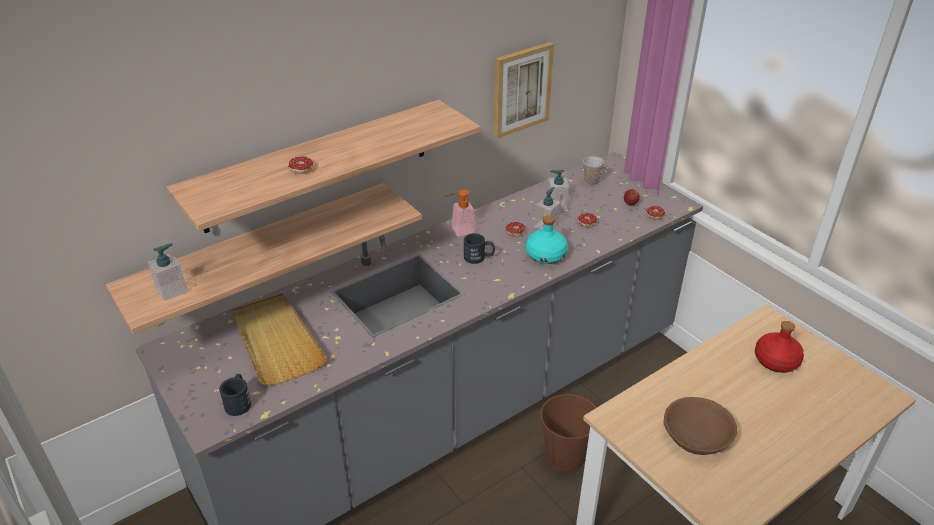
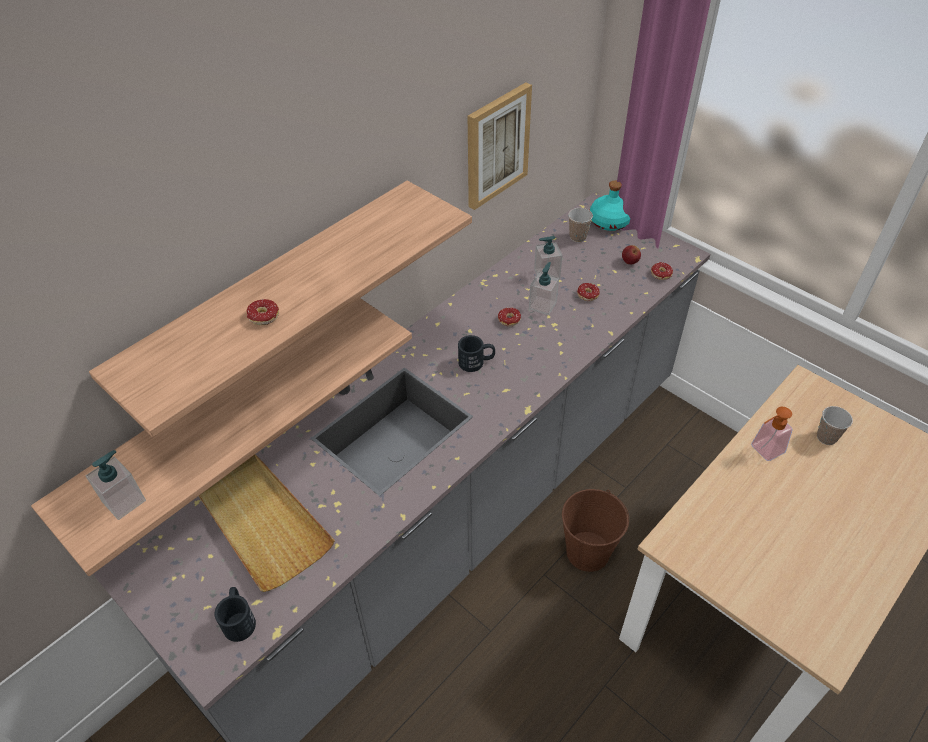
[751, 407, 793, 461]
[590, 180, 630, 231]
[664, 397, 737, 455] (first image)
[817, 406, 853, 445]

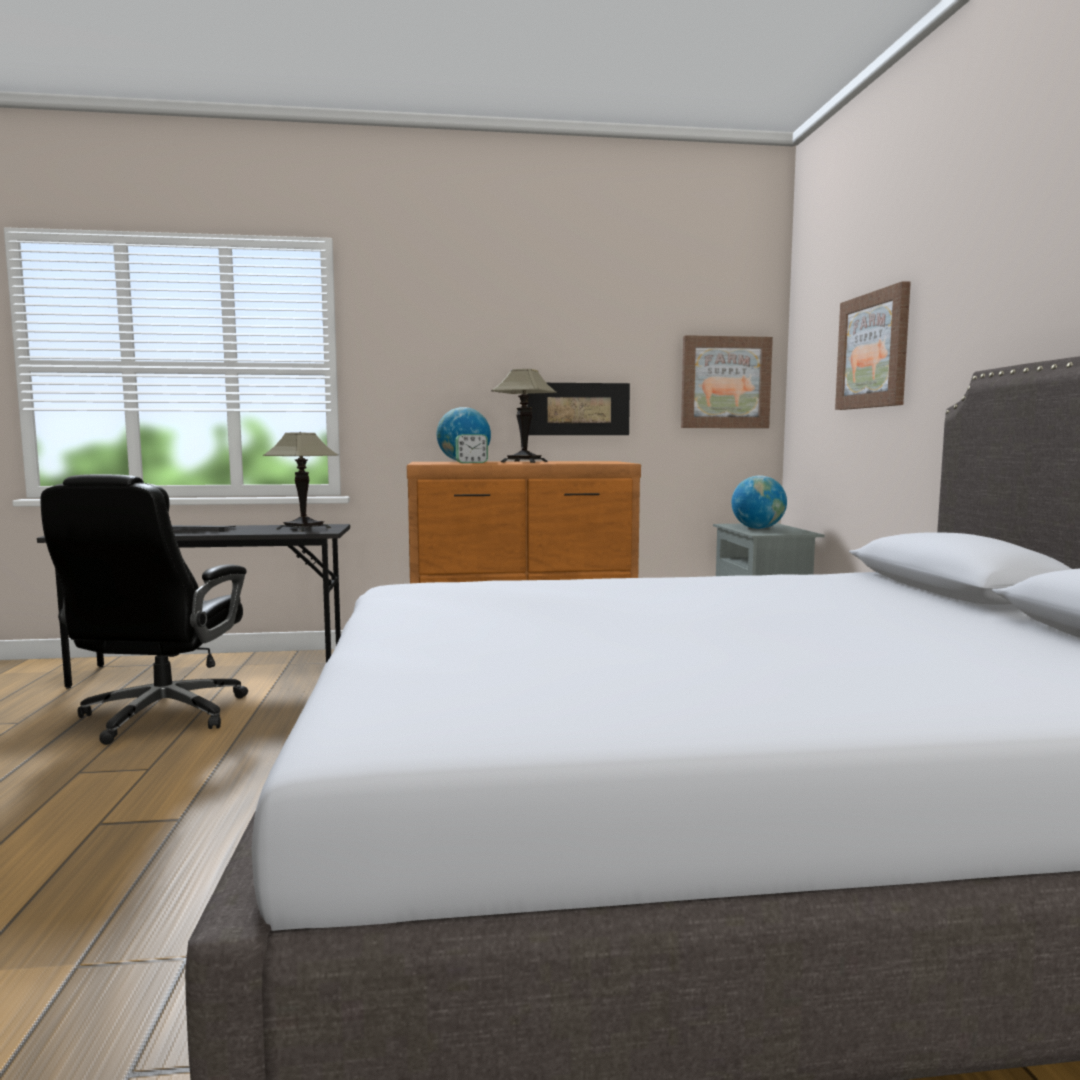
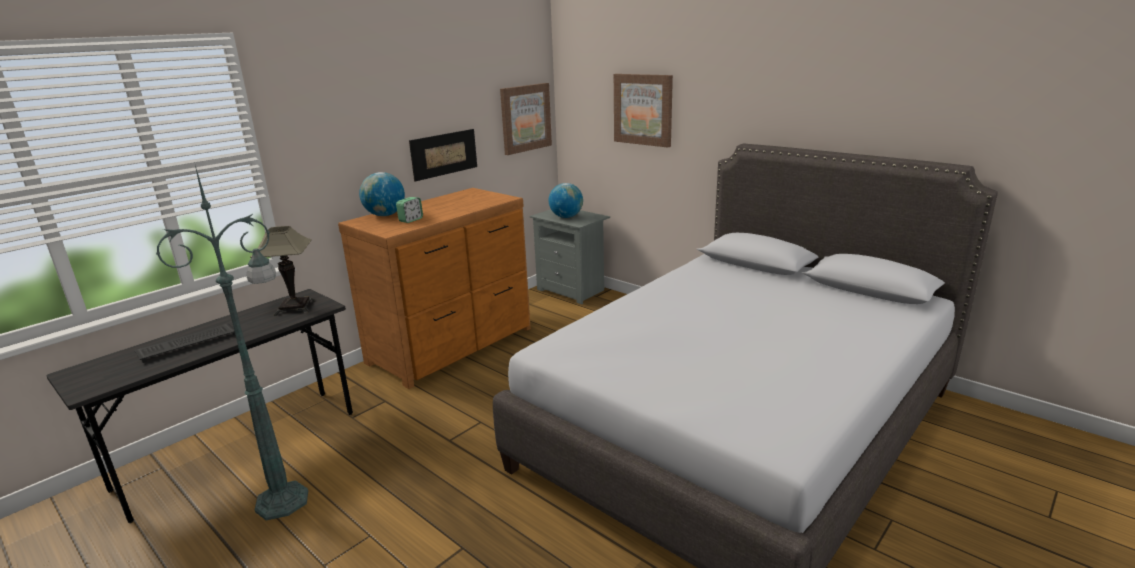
[156, 162, 308, 521]
[491, 369, 557, 463] (first image)

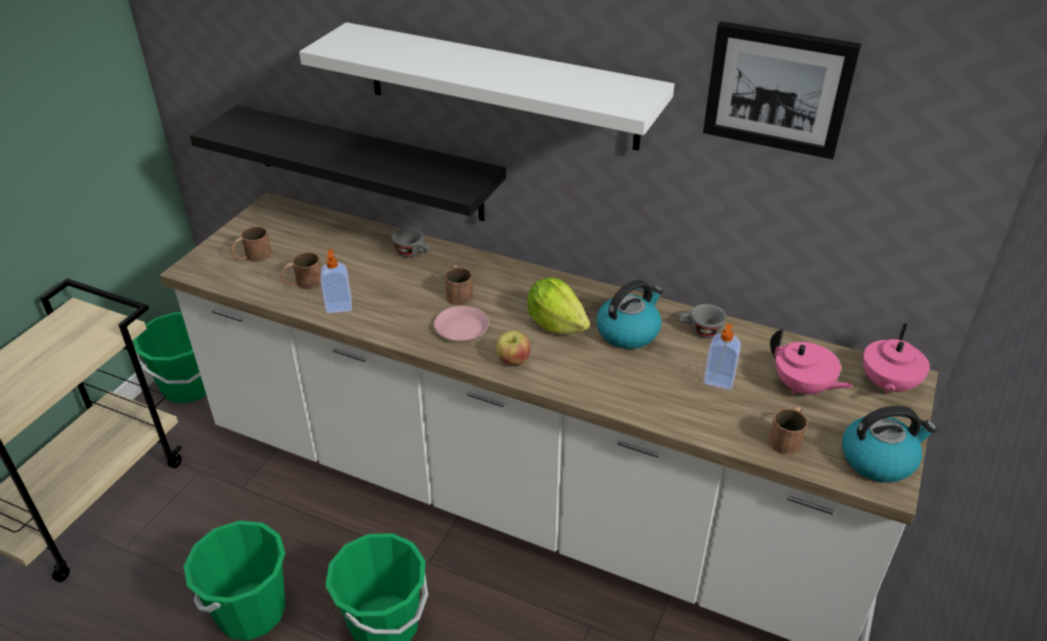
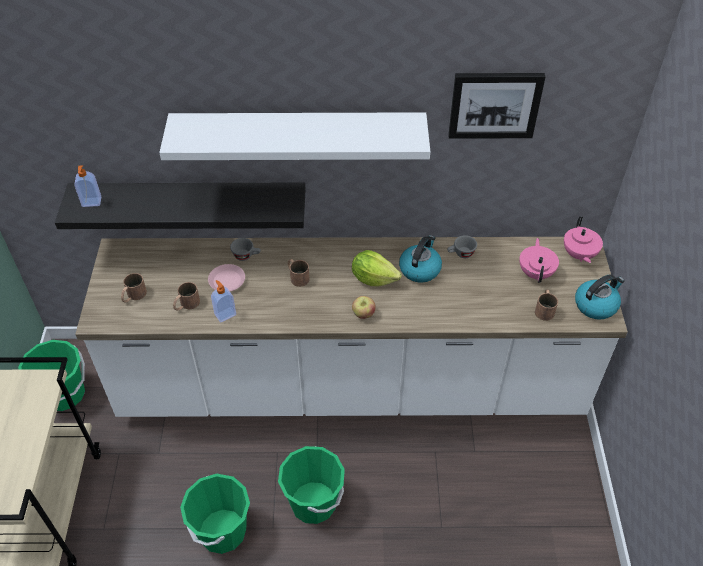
[208, 264, 245, 291]
[74, 165, 101, 207]
[519, 238, 559, 283]

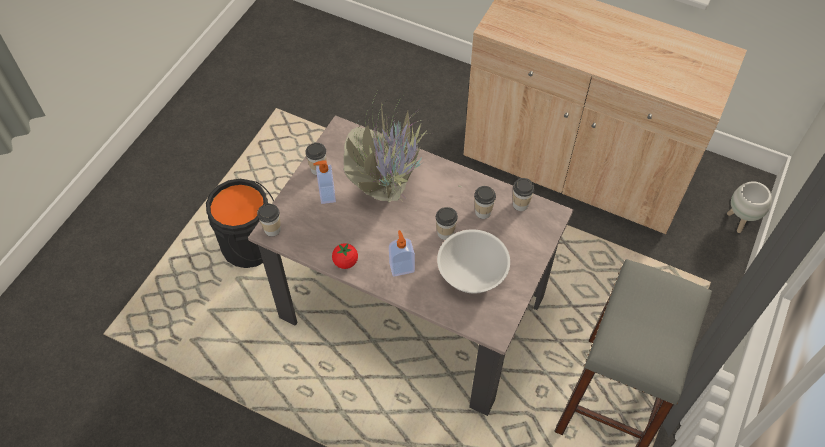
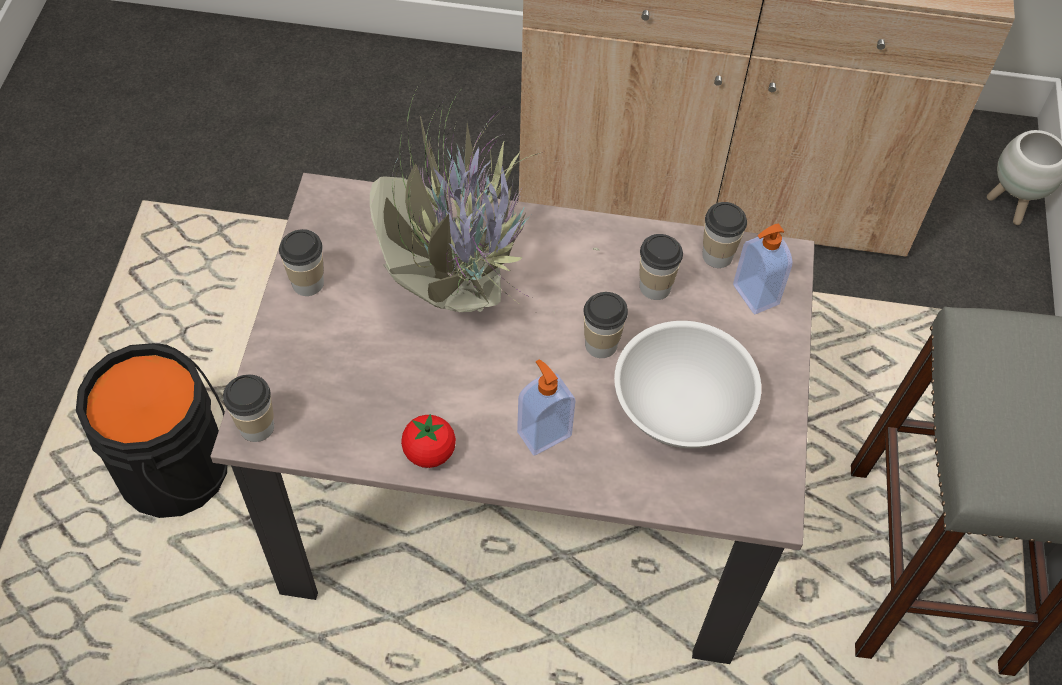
[733, 223, 792, 314]

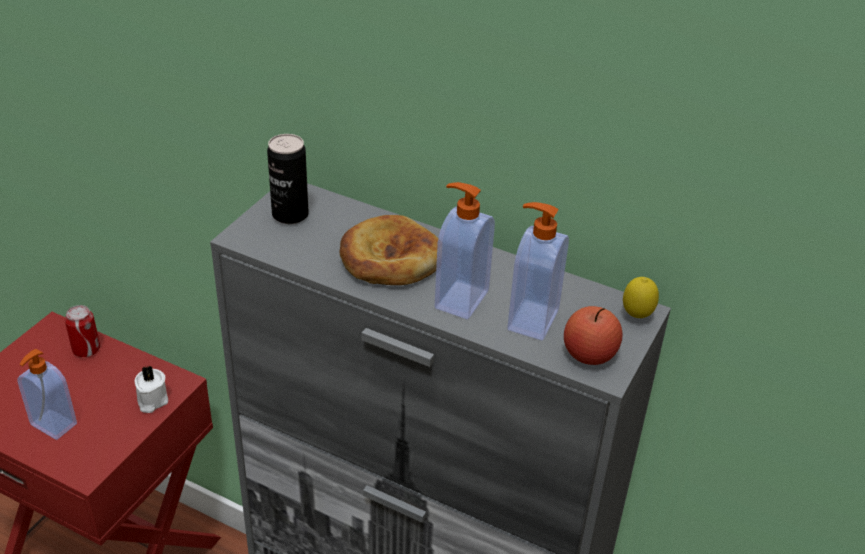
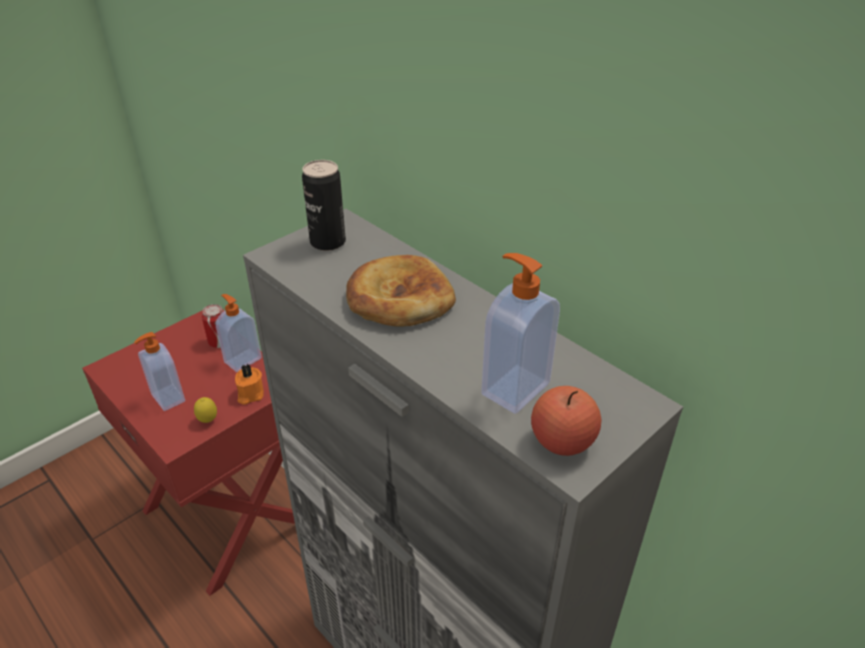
[235, 364, 264, 405]
[216, 294, 262, 372]
[194, 397, 217, 423]

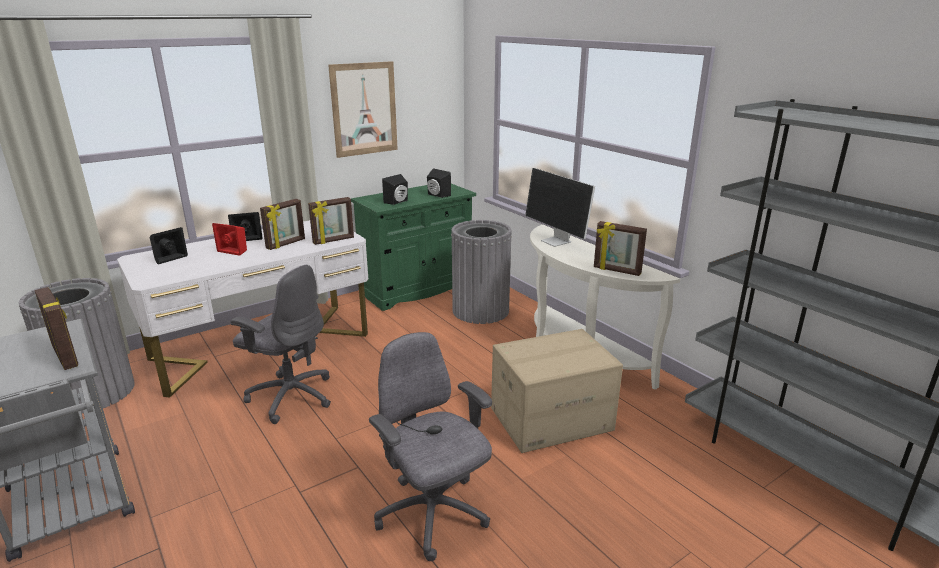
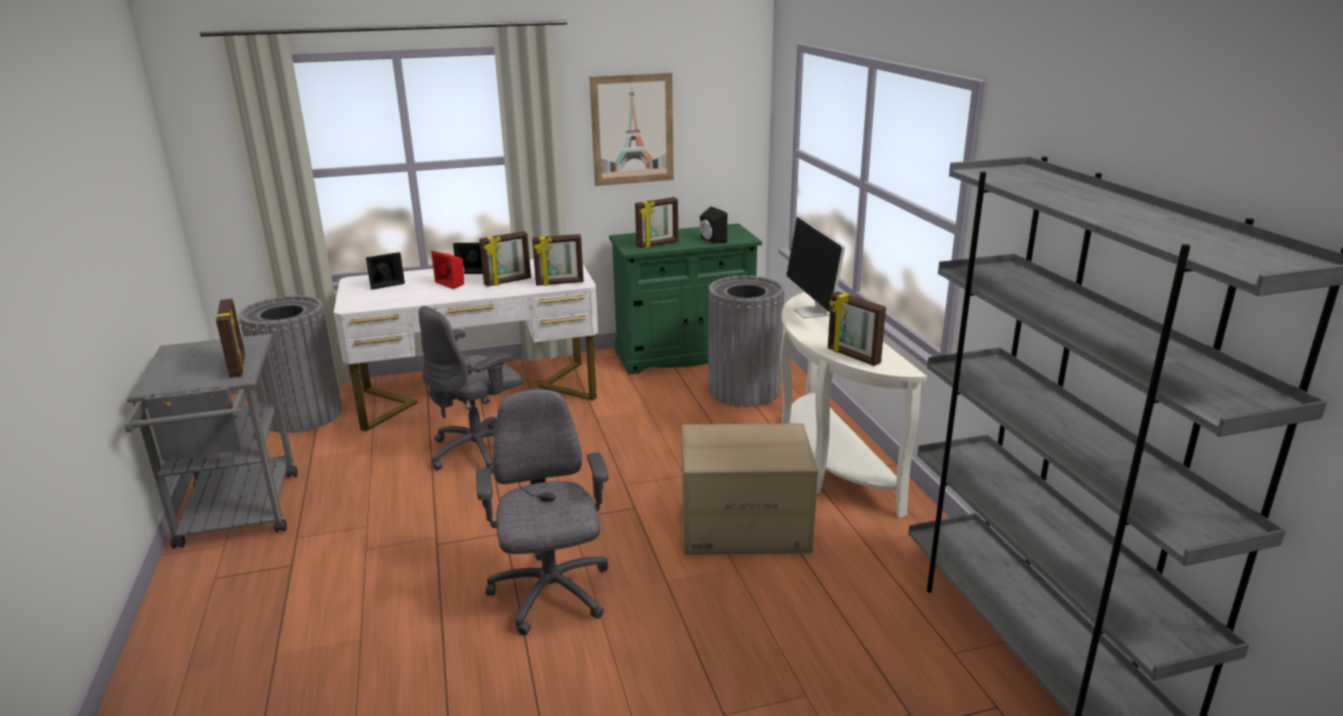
[419, 306, 522, 474]
[635, 197, 678, 248]

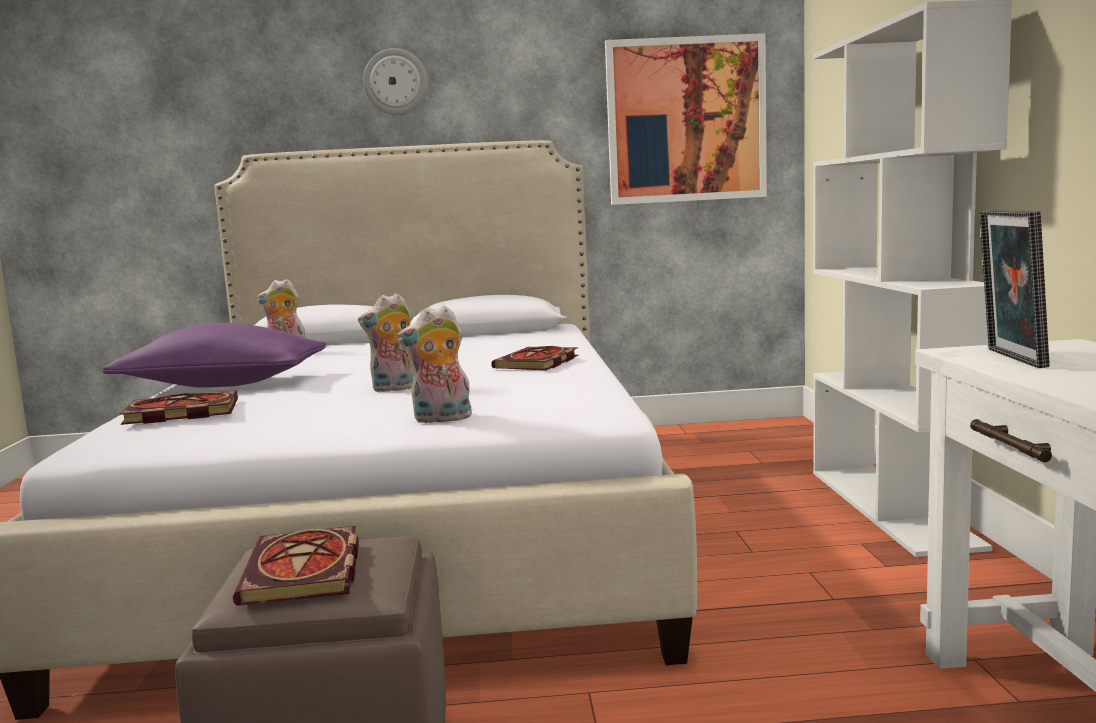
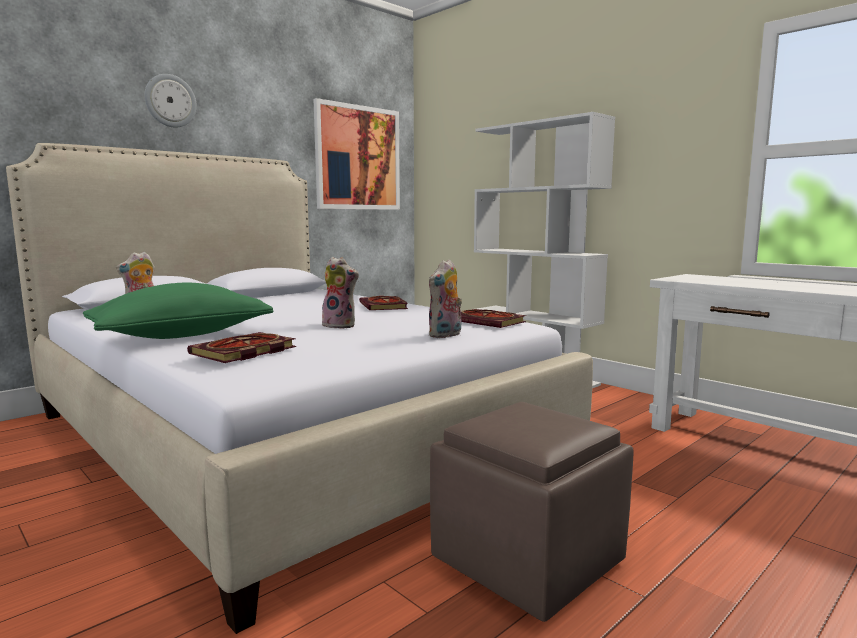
[83, 282, 273, 339]
[461, 309, 526, 328]
[322, 257, 359, 329]
[979, 210, 1050, 368] (first image)

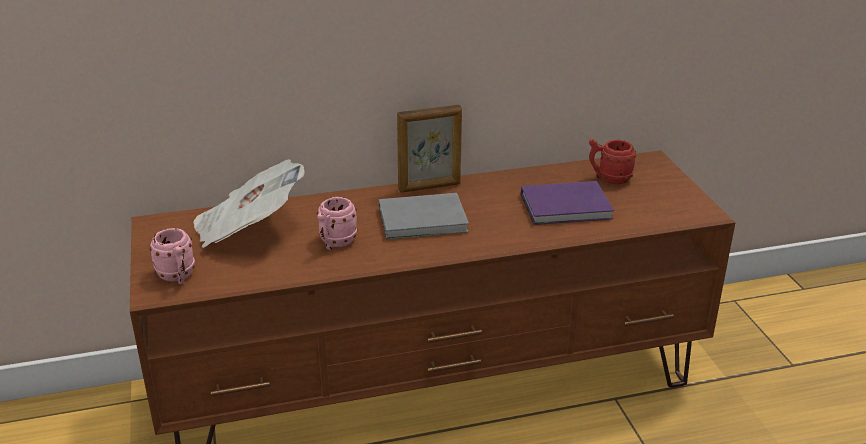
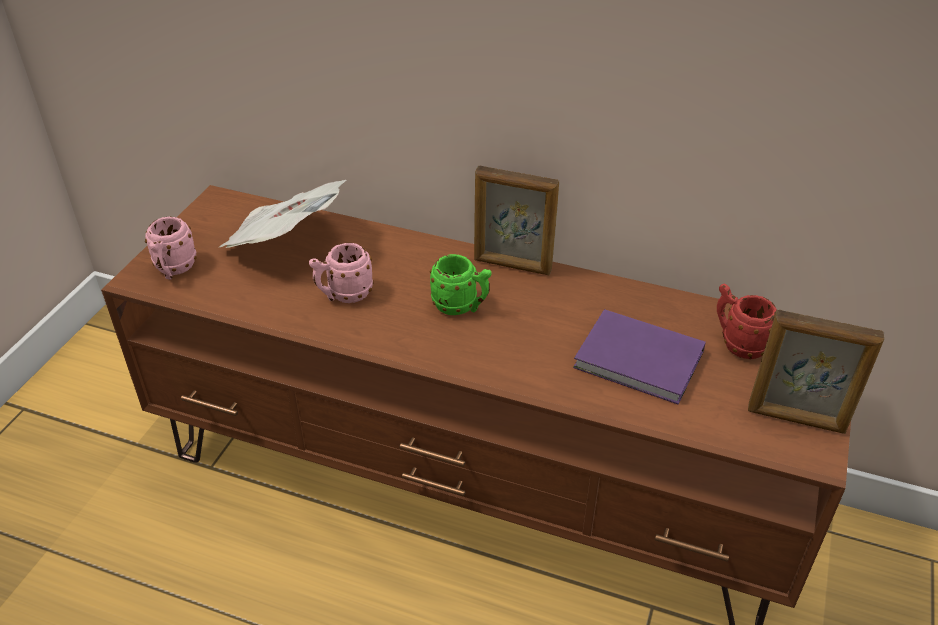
[429, 254, 492, 315]
[748, 310, 884, 434]

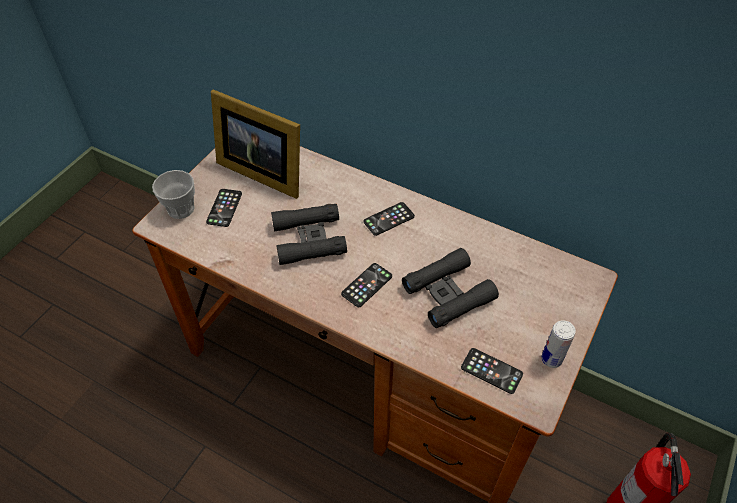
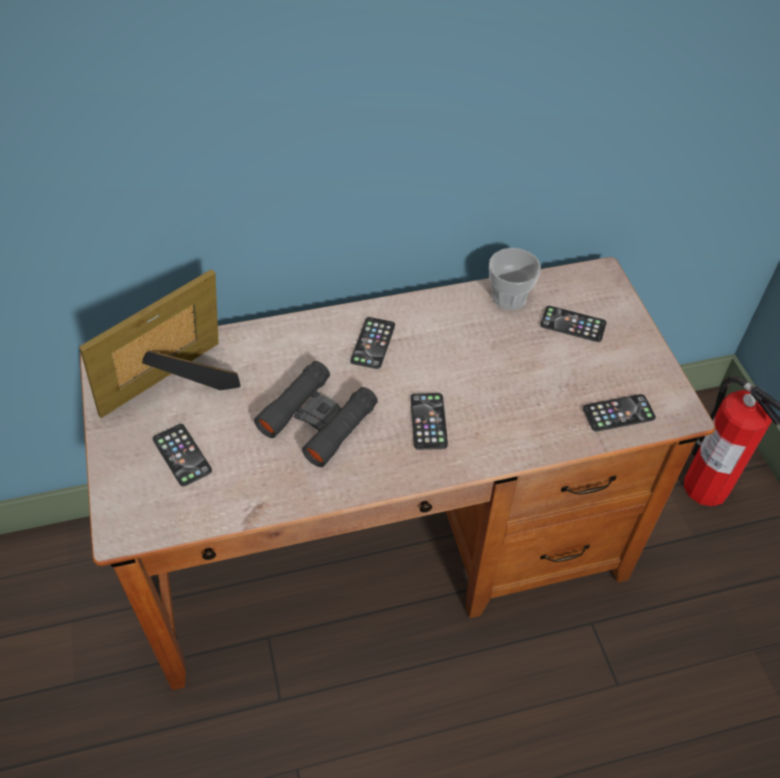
[489, 248, 541, 310]
[79, 269, 241, 418]
[402, 248, 499, 328] (first image)
[541, 320, 576, 368] (first image)
[540, 306, 607, 342]

